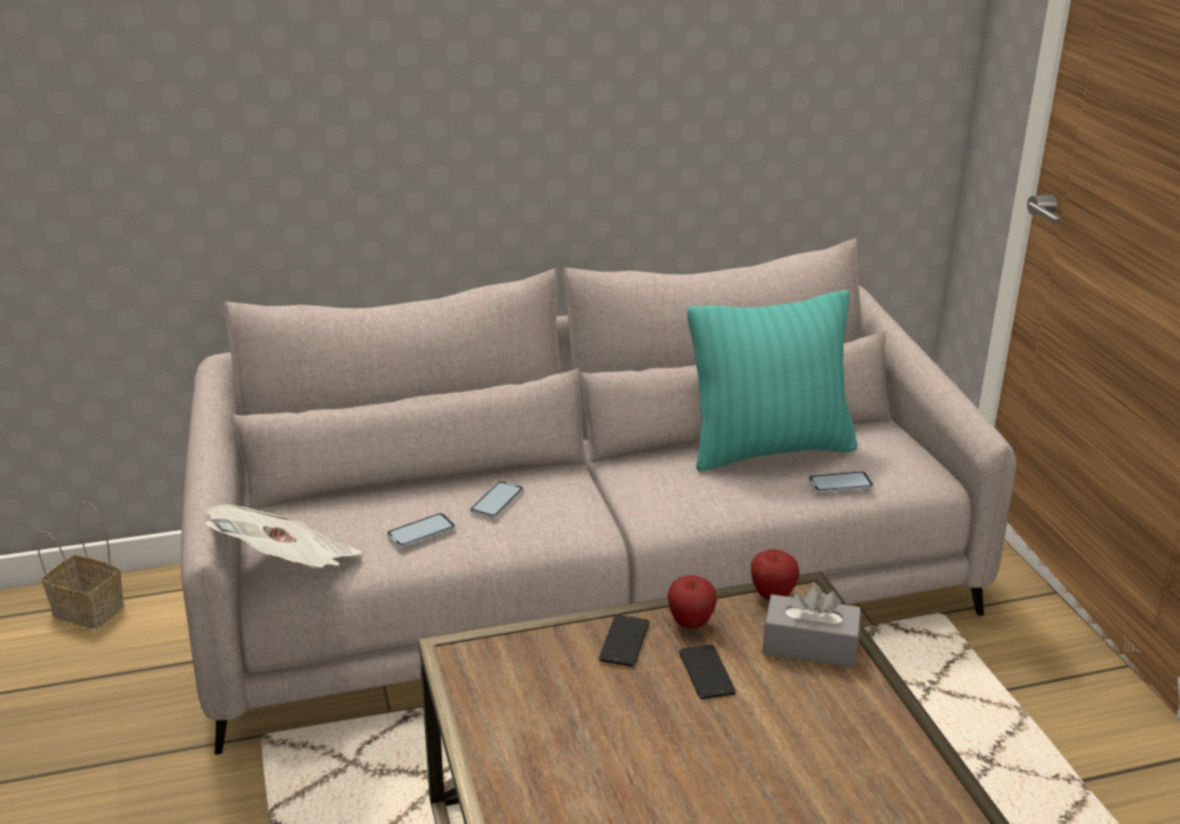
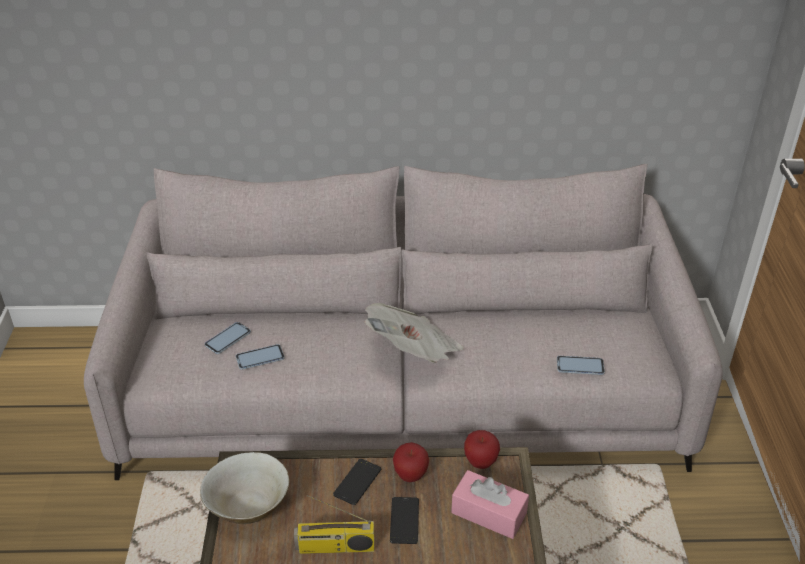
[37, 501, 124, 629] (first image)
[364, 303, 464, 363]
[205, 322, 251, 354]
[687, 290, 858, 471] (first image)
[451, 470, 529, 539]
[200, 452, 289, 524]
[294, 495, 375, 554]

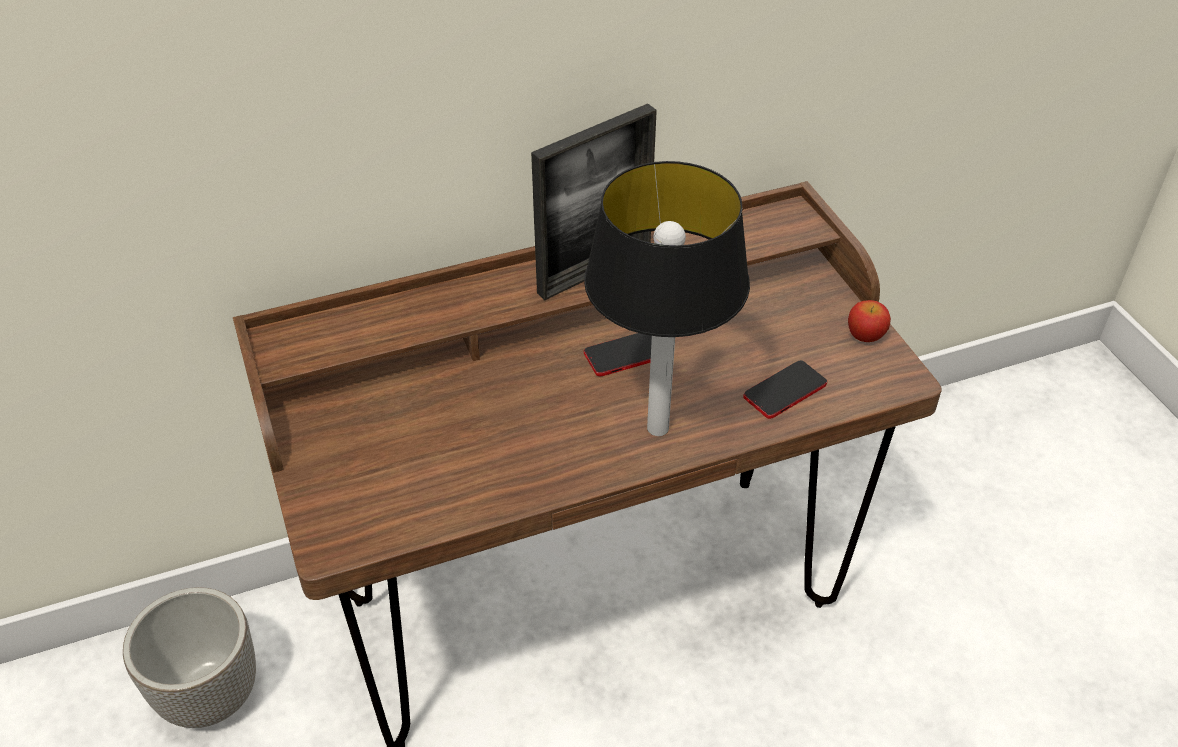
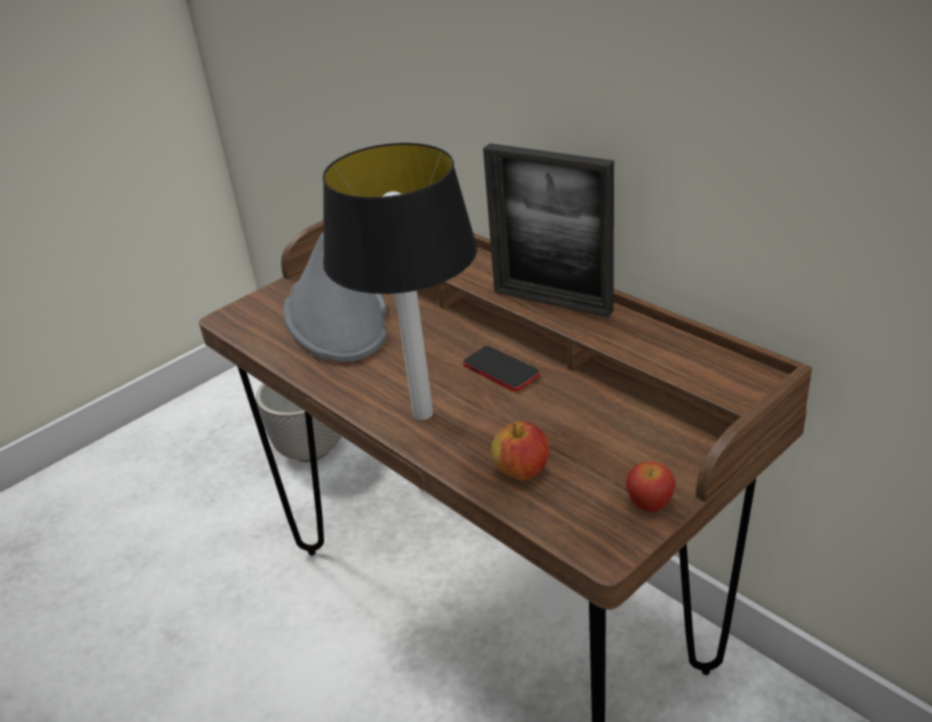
[491, 421, 549, 480]
[283, 233, 388, 362]

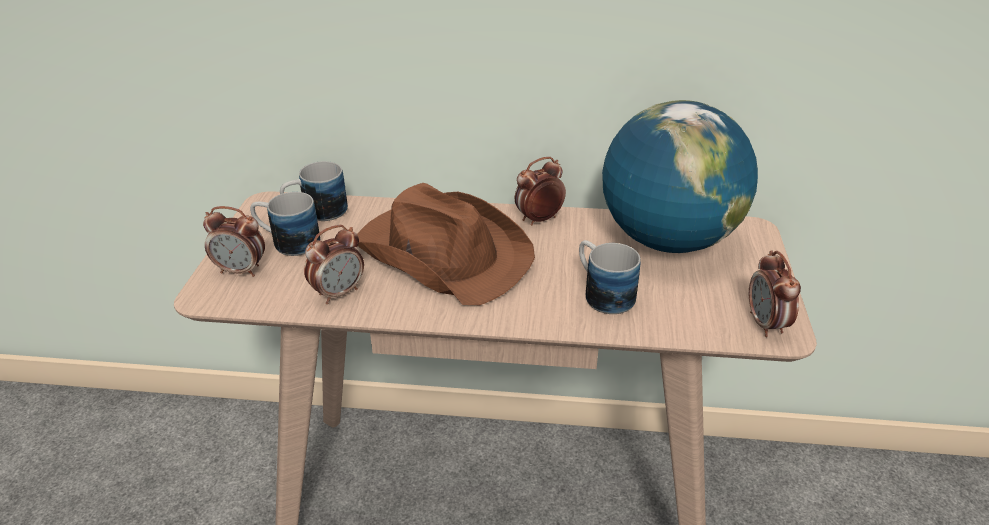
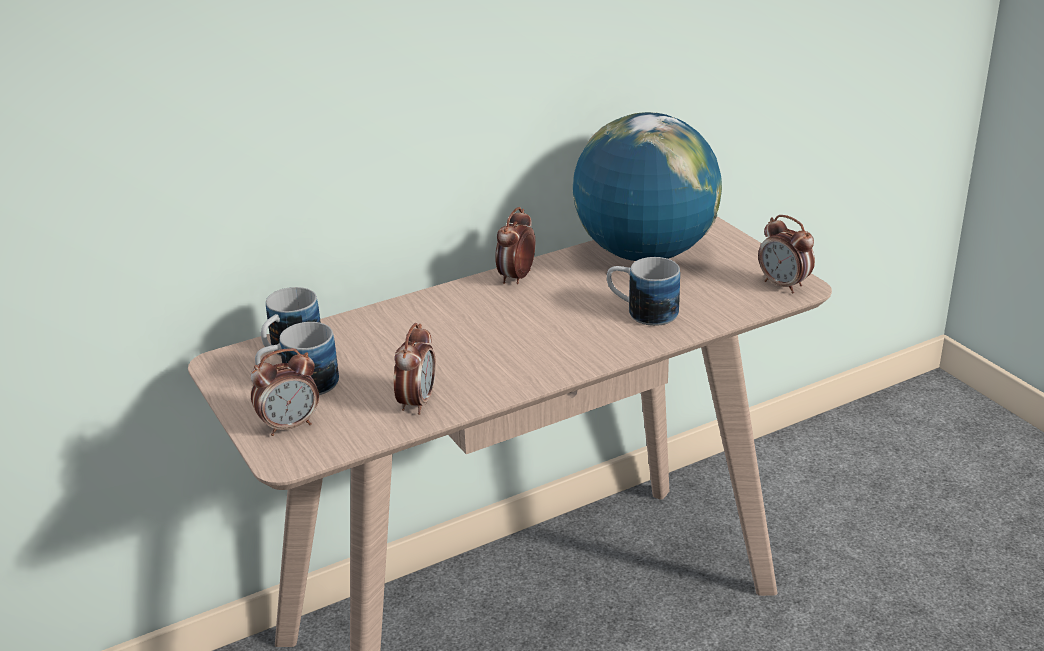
[357, 183, 535, 305] (first image)

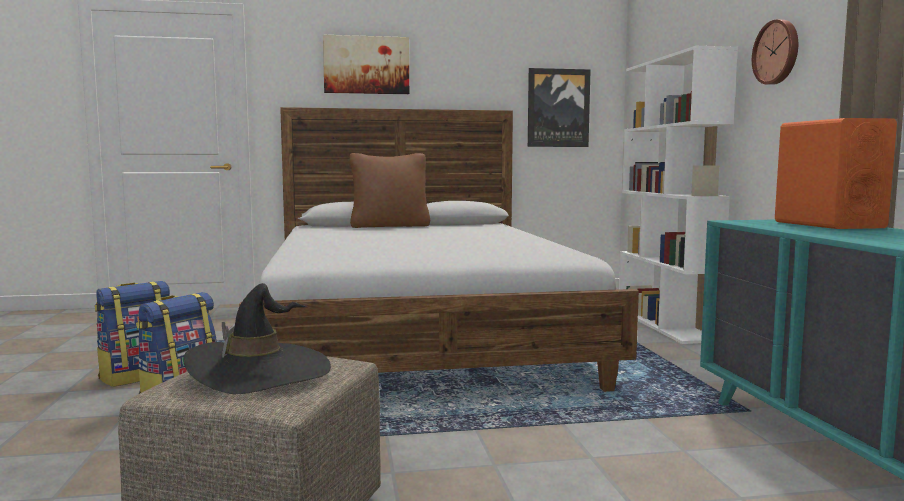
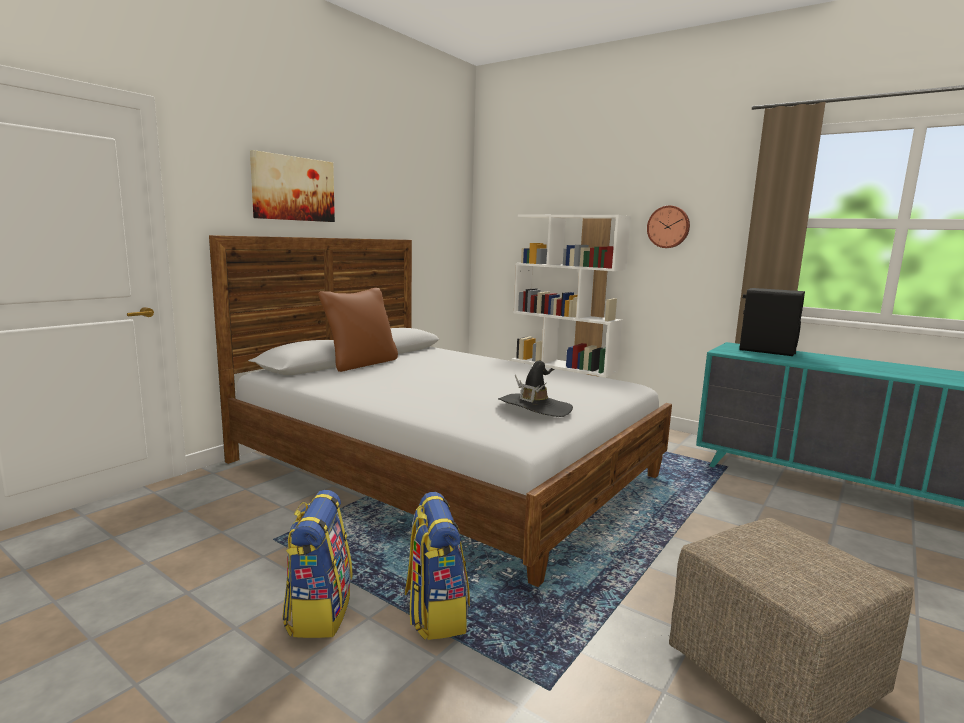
[498, 361, 573, 417]
[528, 68, 591, 147] (first image)
[739, 288, 805, 356]

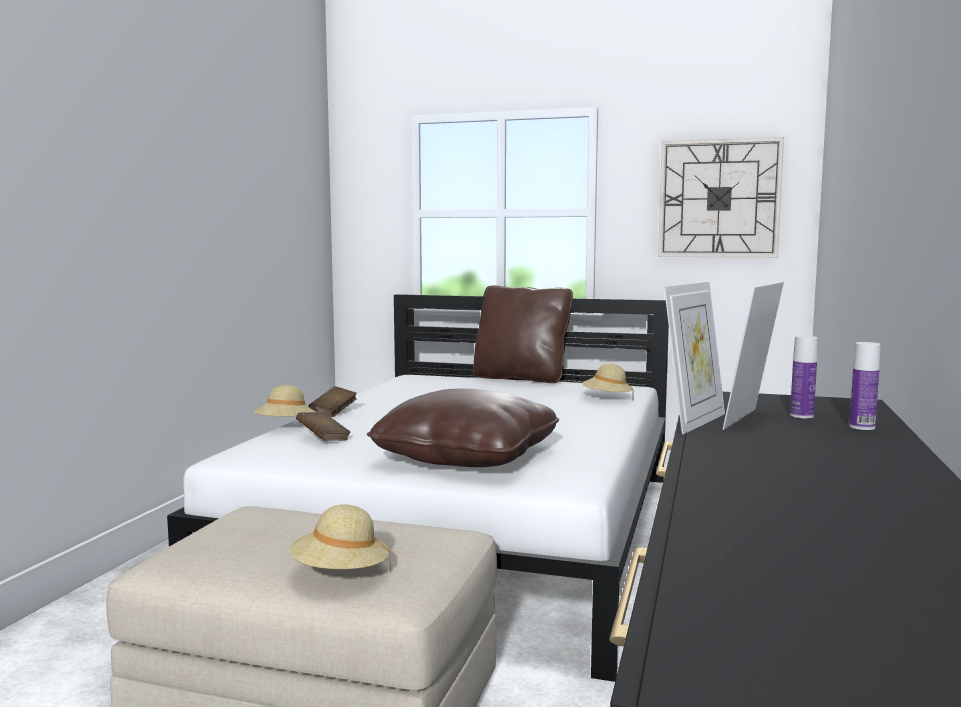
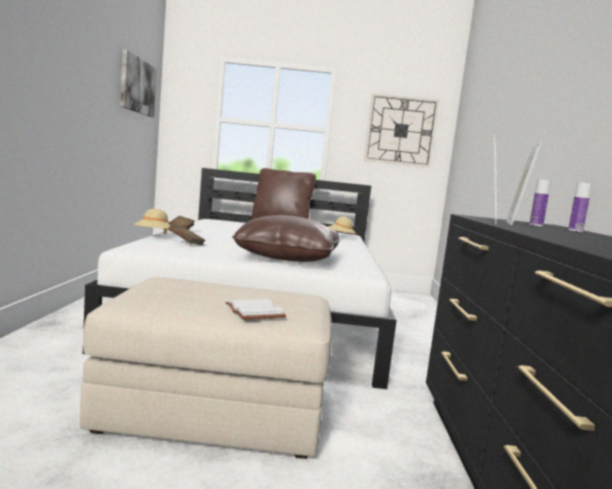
[225, 299, 286, 319]
[120, 49, 157, 117]

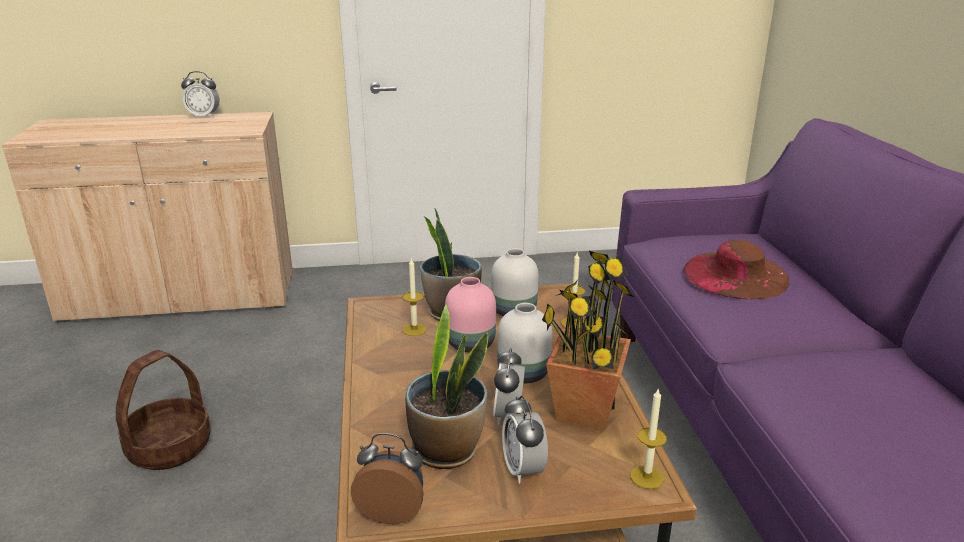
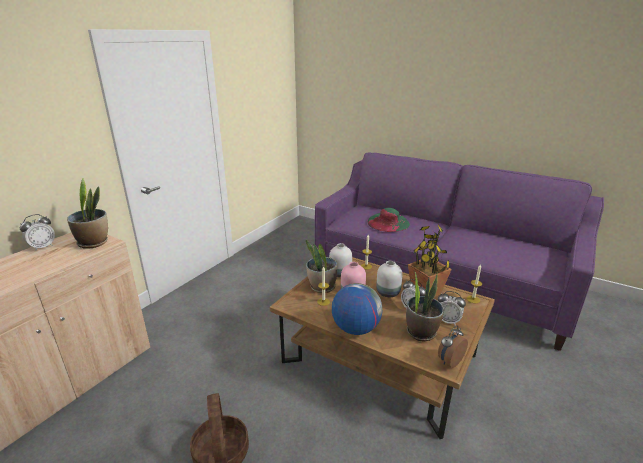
[368, 208, 410, 232]
[67, 179, 108, 249]
[332, 283, 383, 335]

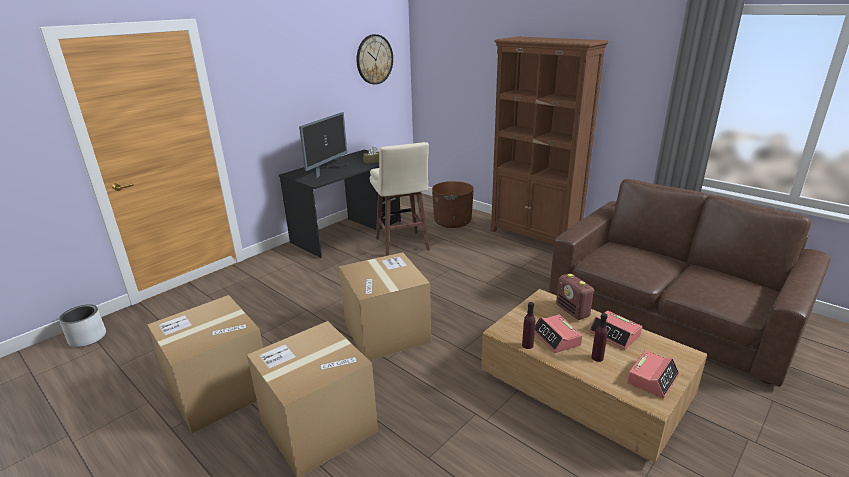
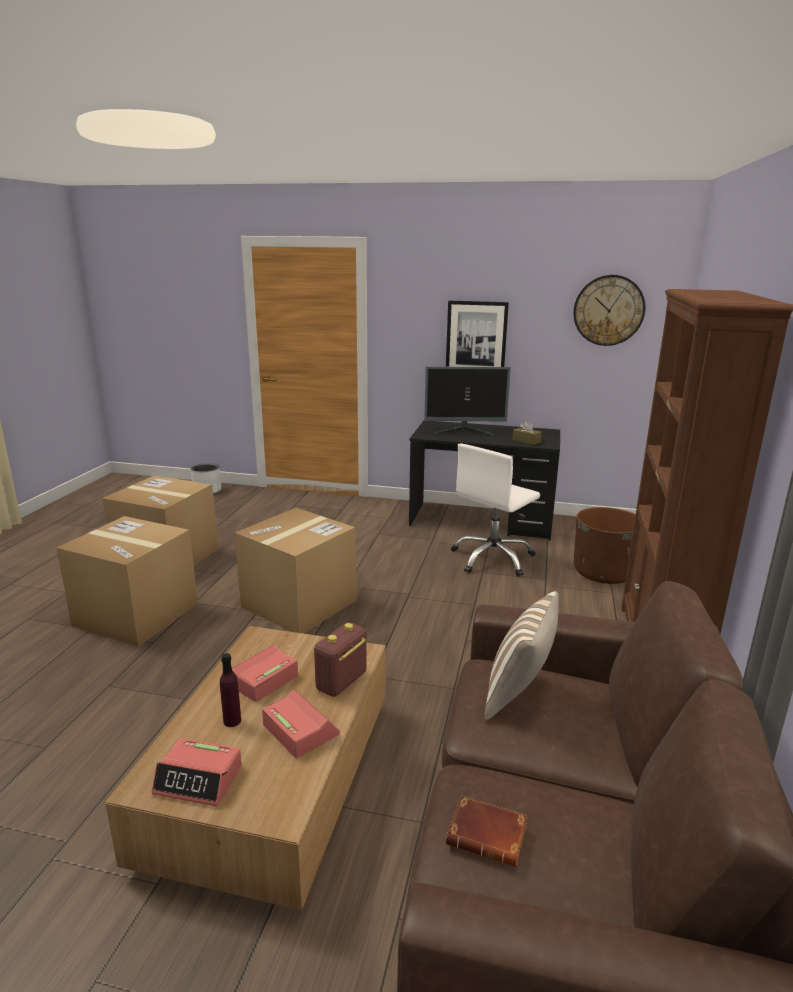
[451, 443, 540, 576]
[522, 302, 535, 349] (first image)
[262, 689, 340, 758]
[446, 301, 509, 367]
[446, 795, 528, 867]
[485, 591, 559, 720]

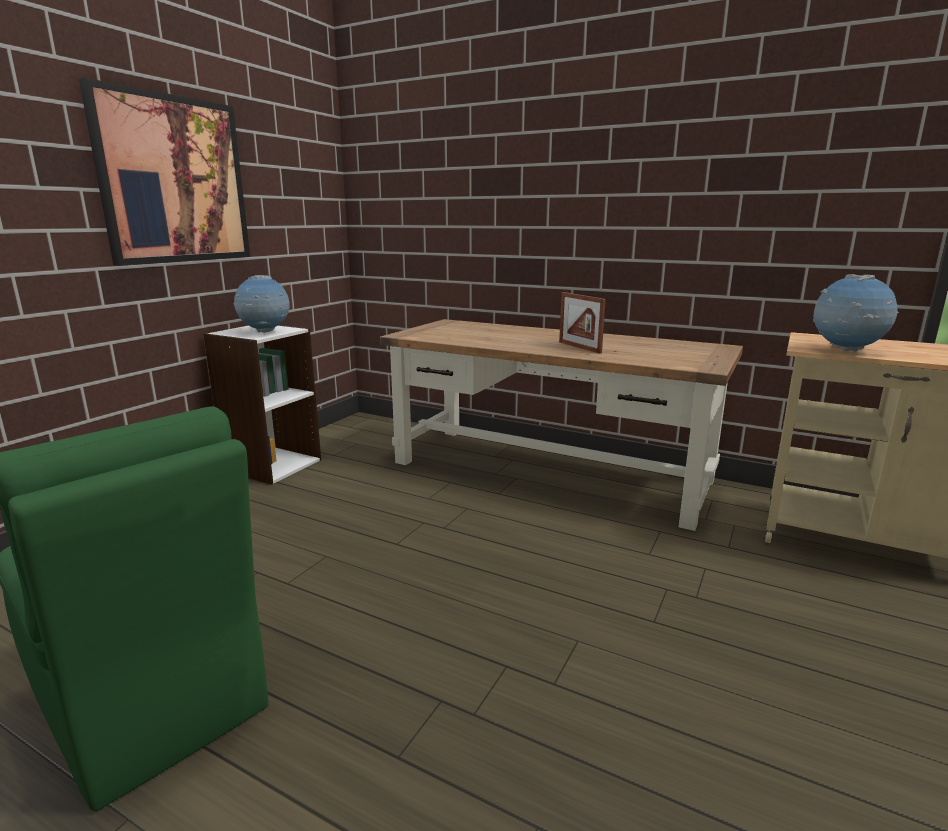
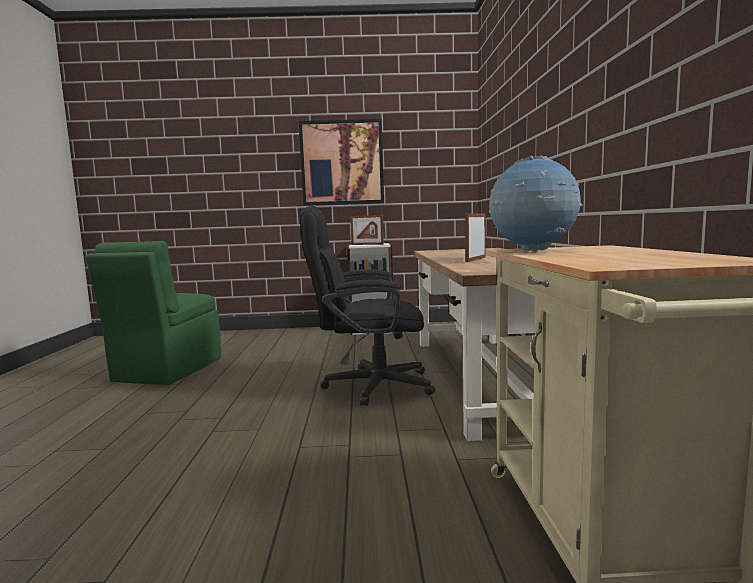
[350, 215, 384, 245]
[300, 205, 435, 406]

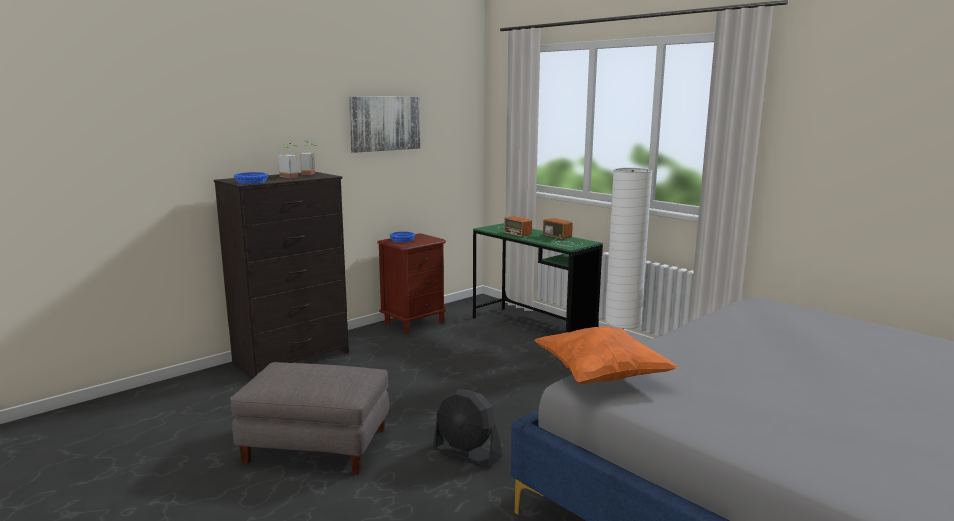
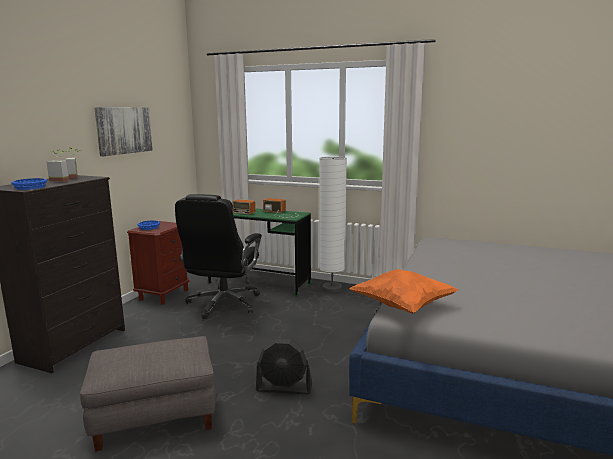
[175, 194, 262, 319]

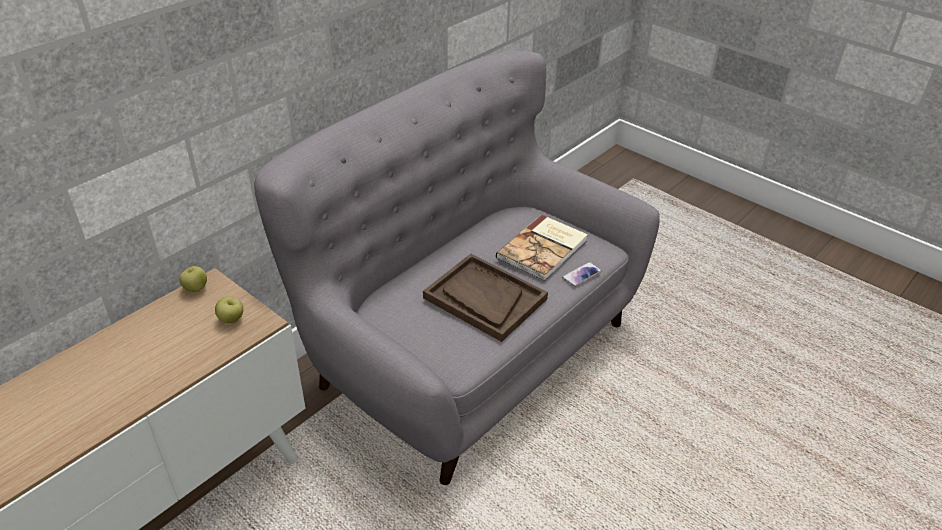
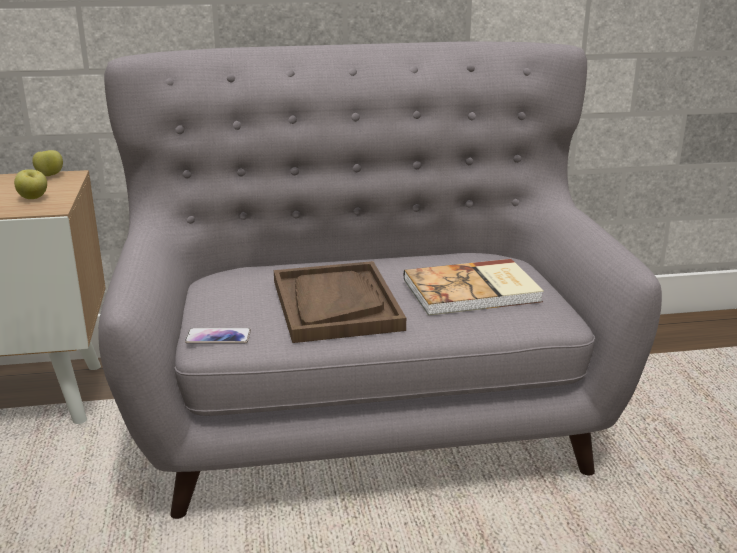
[185, 328, 251, 344]

